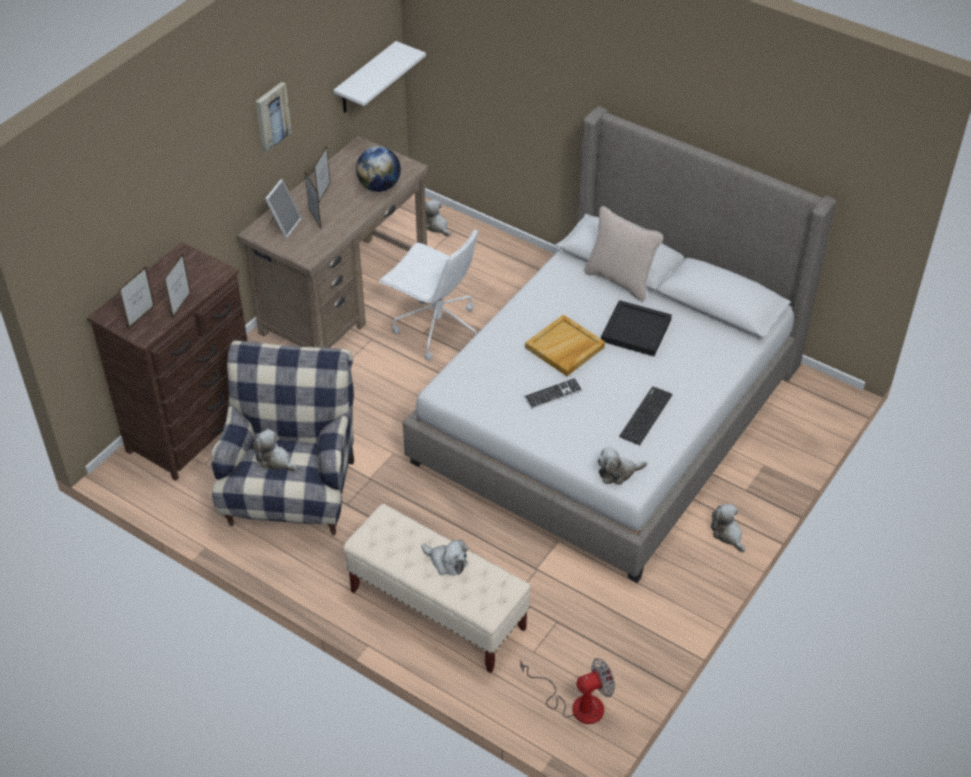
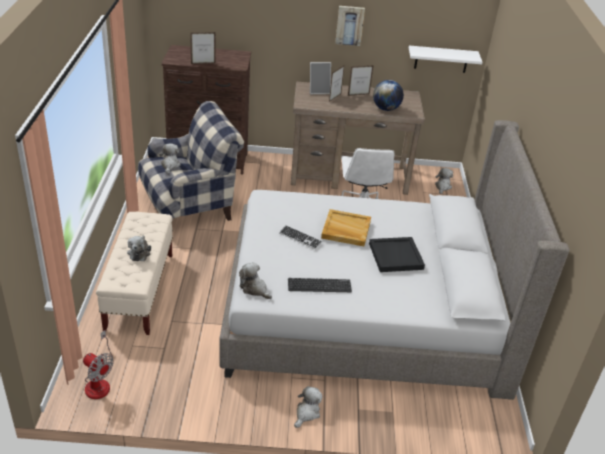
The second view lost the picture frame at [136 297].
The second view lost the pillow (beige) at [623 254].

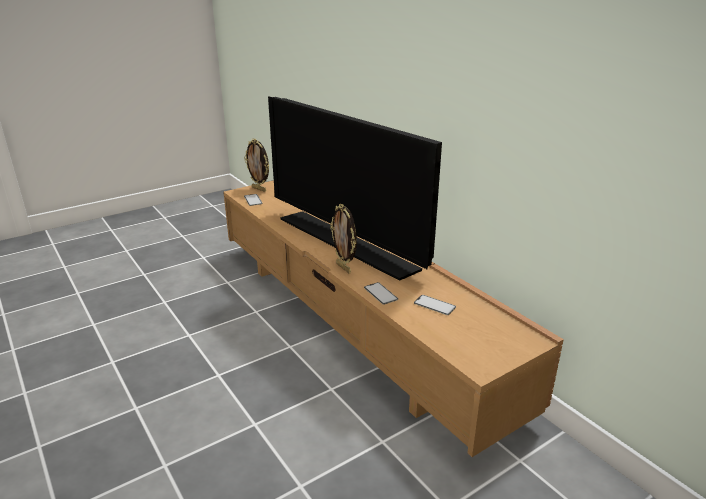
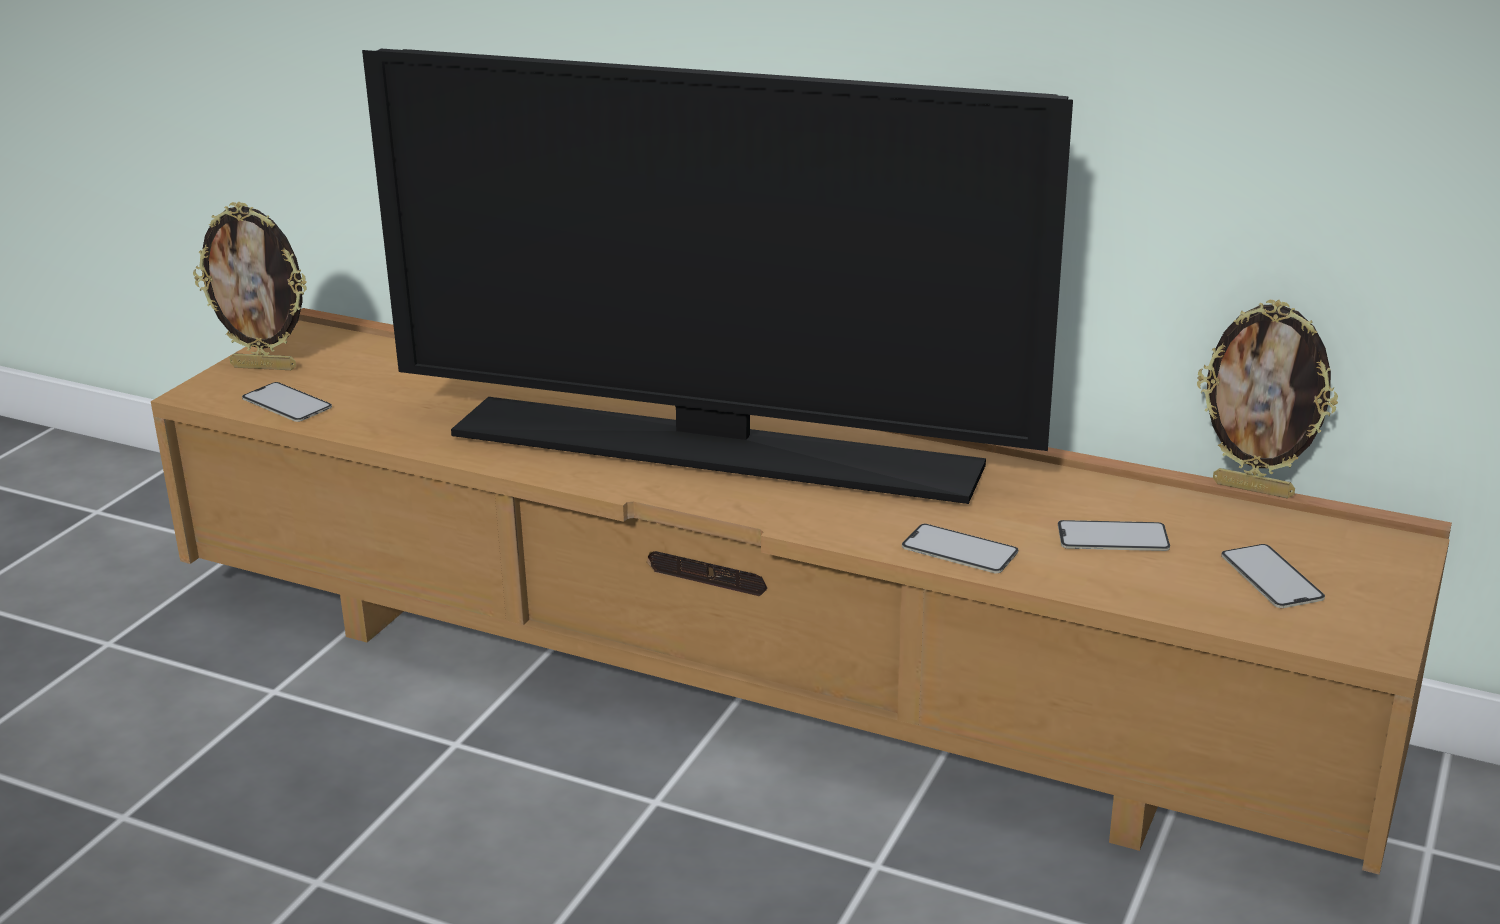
The picture frame ended up elsewhere, having gone from [343 239] to [1267 399].
The second view gained the phone at [1273 576].

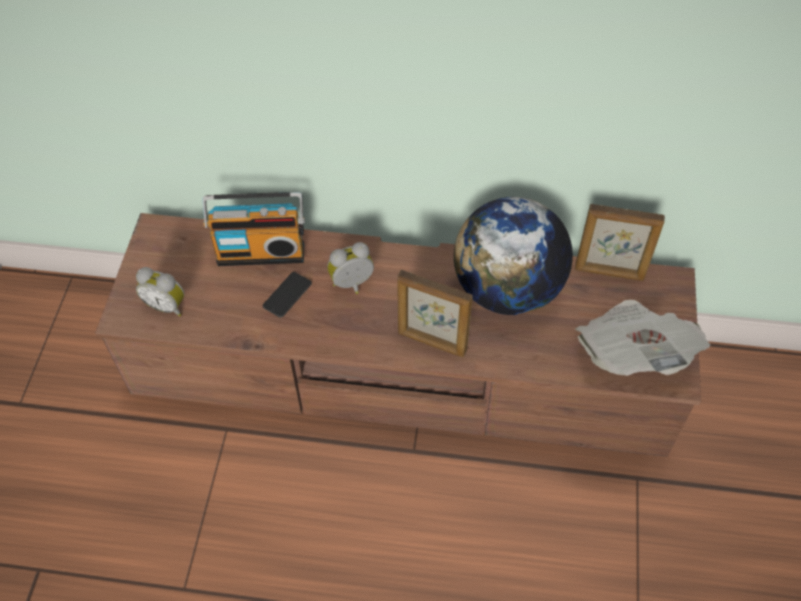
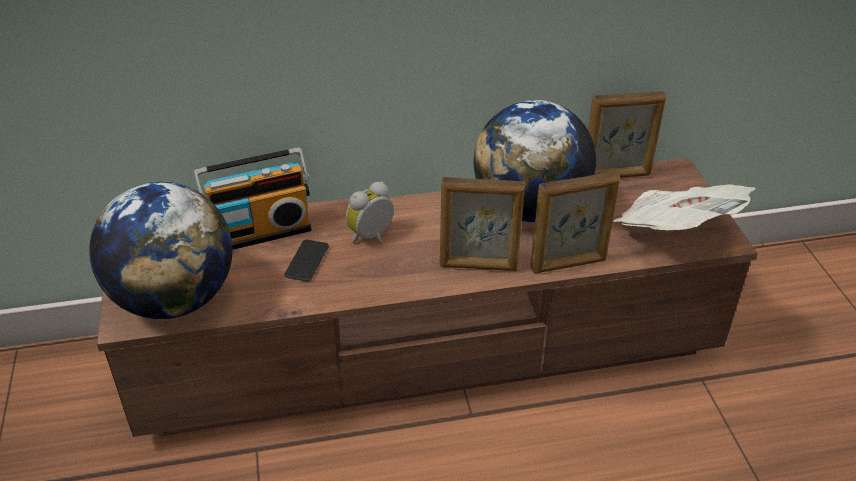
Where the alarm clock stood at [160 292], the globe came to stand at [160 250].
The second view gained the picture frame at [575 222].

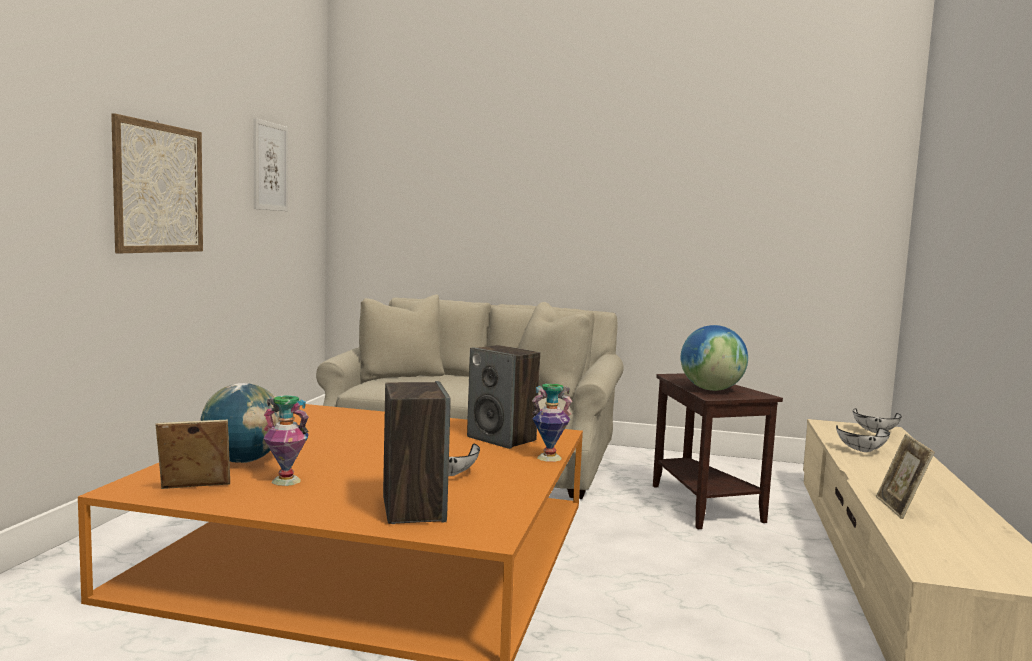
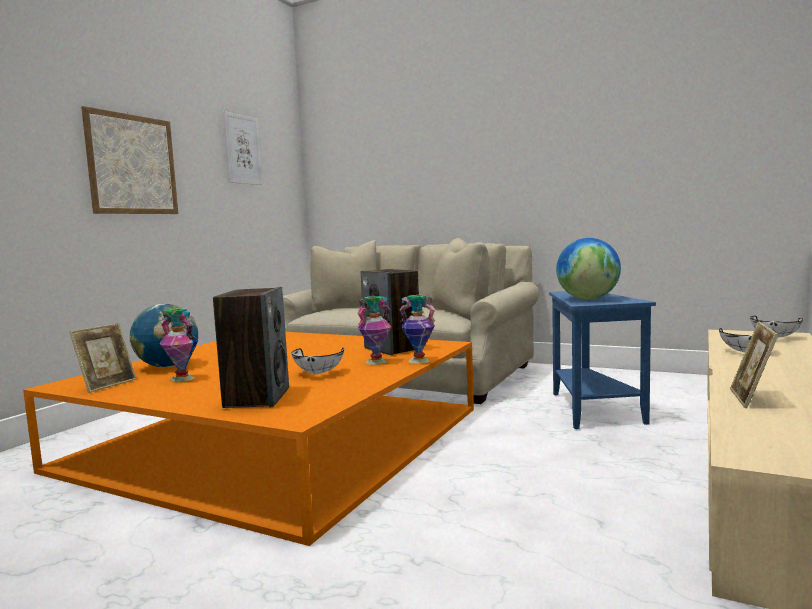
The picture frame at [193 454] ended up facing another way, 120 degrees clockwise from before.
The second view gained the vase at [375 330].
What was the side table (brown) at [718 451] turned into the side table (blue) at [602 360].

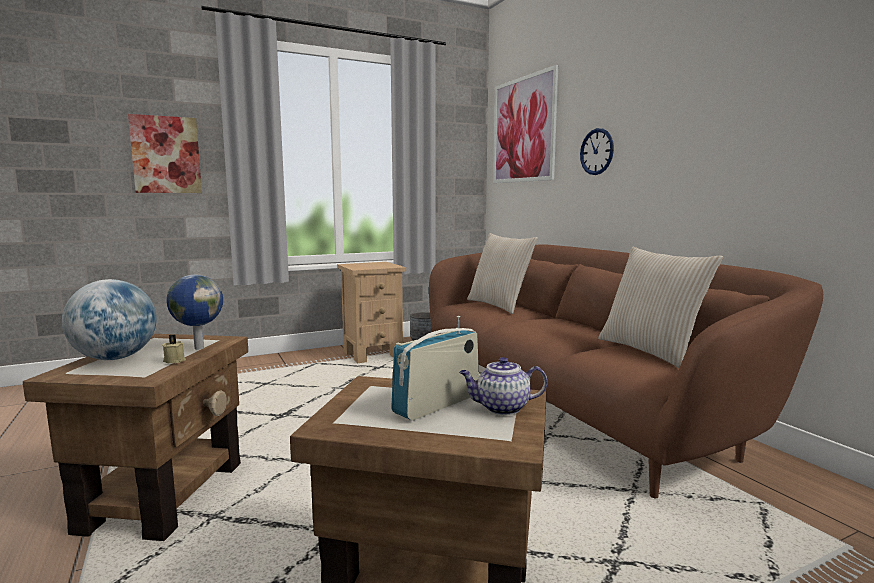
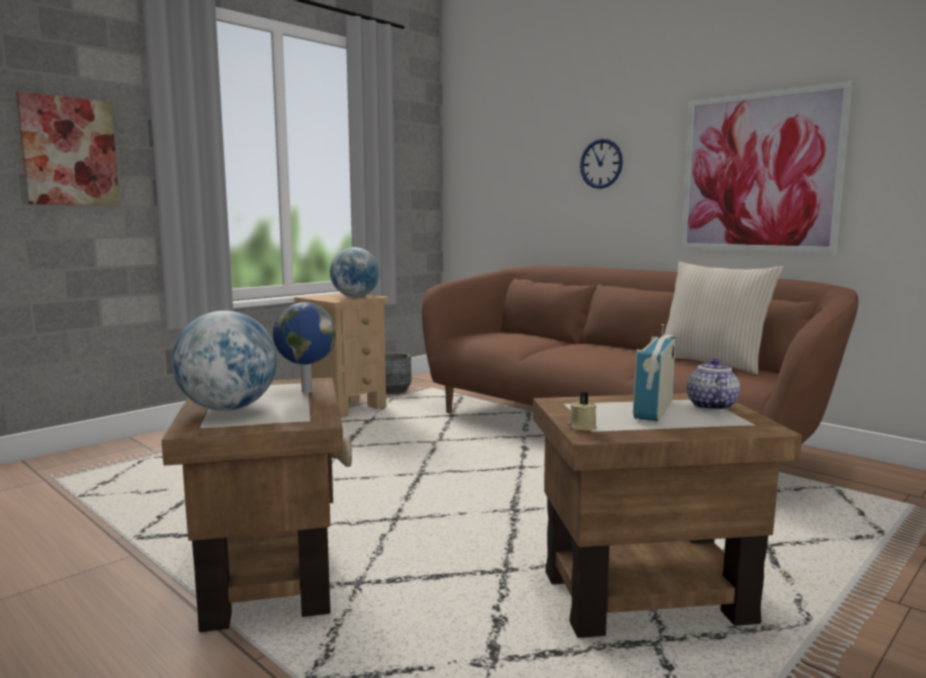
The second view gained the globe at [355 272].
The candle (beige) ended up elsewhere, having gone from [174 348] to [582 410].
The picture ended up elsewhere, having gone from [525 124] to [766 167].
The teapot at [503 386] ended up facing another way, 120 degrees clockwise from before.
The second view lost the pillow (beige) at [502 273].

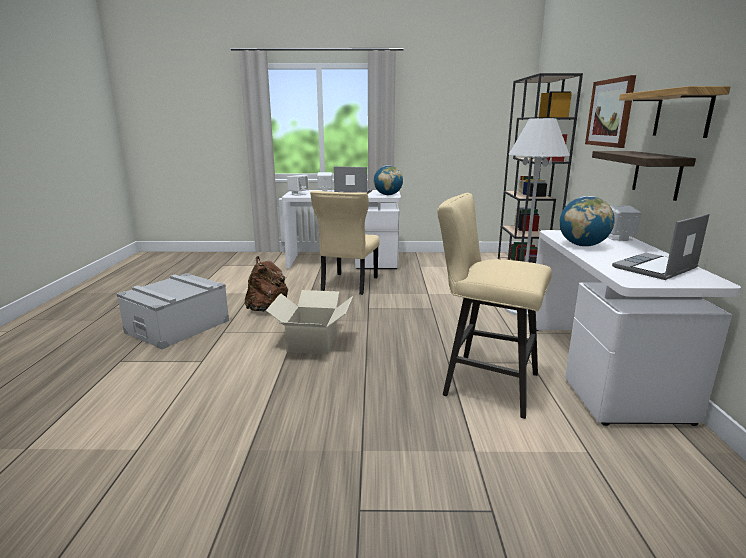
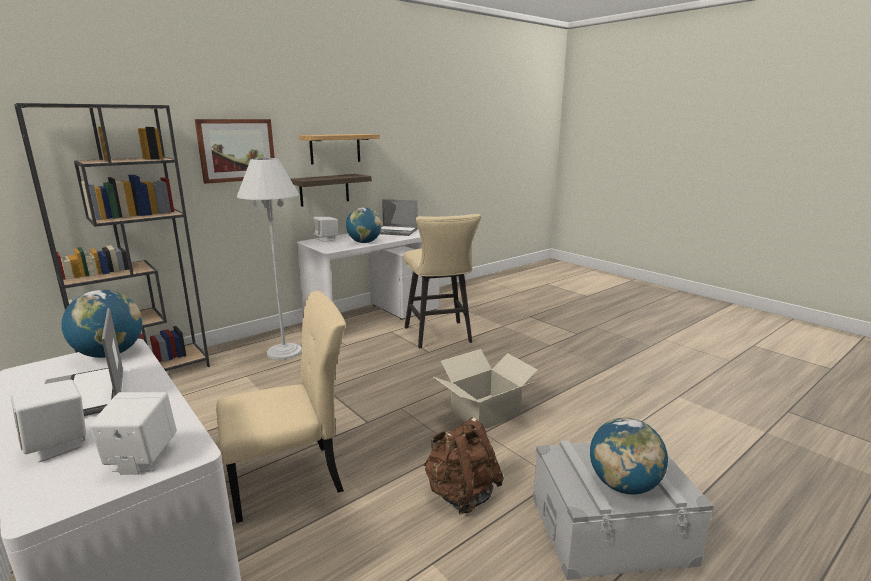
The second view gained the globe at [629 456].

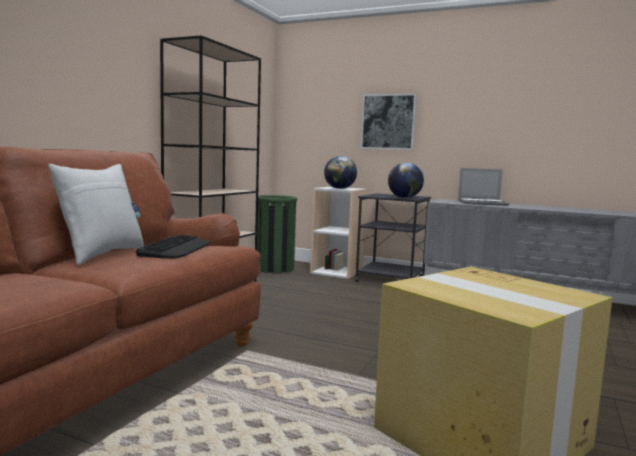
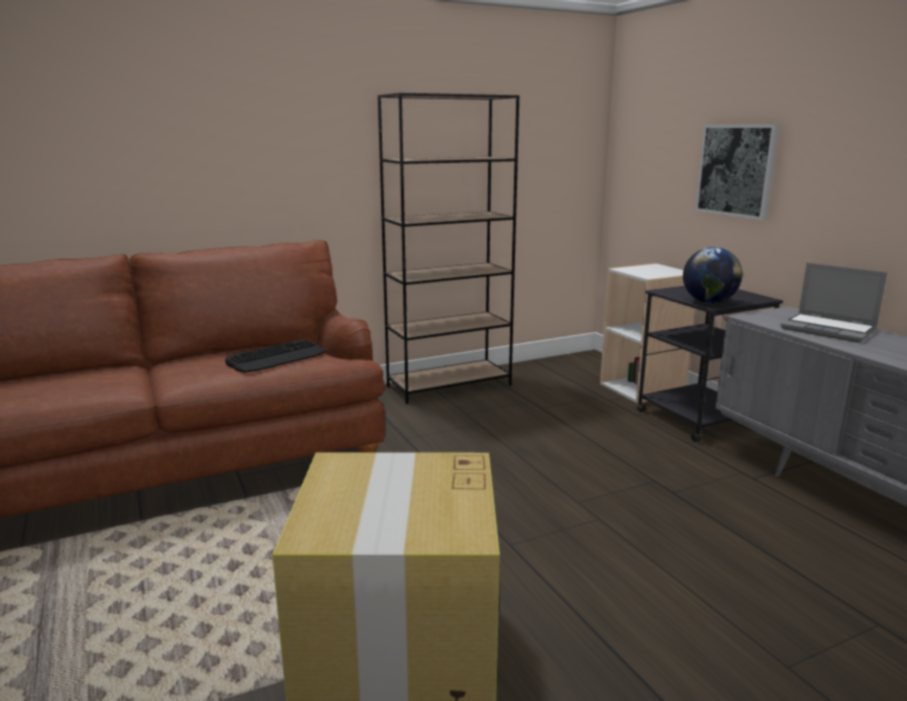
The second view lost the pillow (grey) at [96 214].
The second view lost the trash can (green) at [277 234].
The second view lost the globe at [340 172].

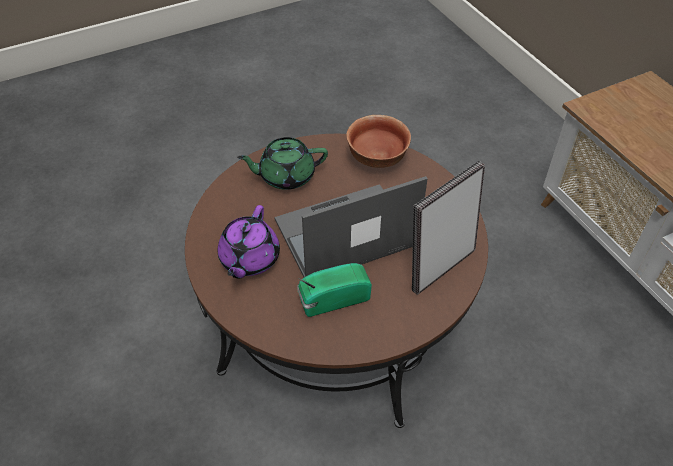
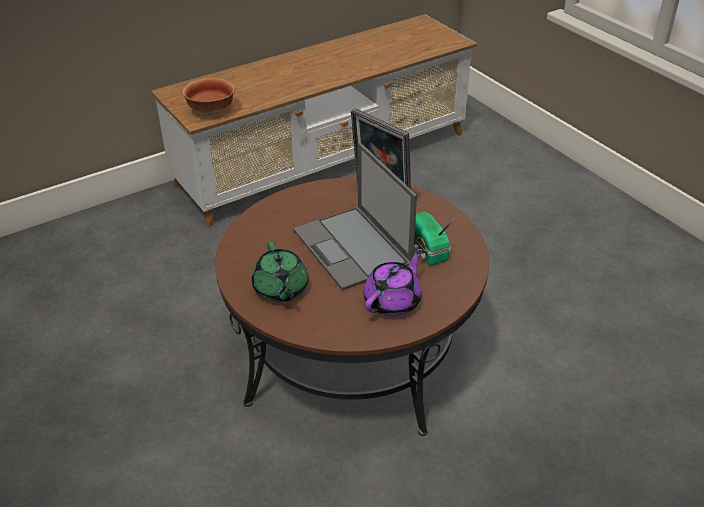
The bowl ended up elsewhere, having gone from [378 141] to [209 96].
The teapot (purple) at [249 241] ended up facing another way, 60 degrees counterclockwise from before.

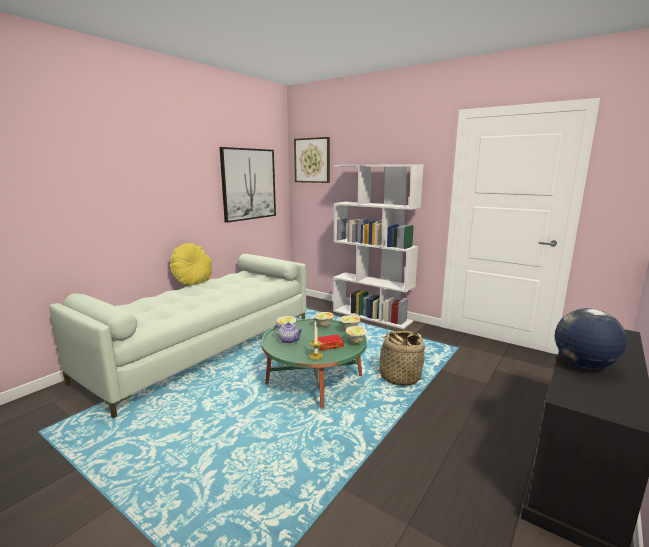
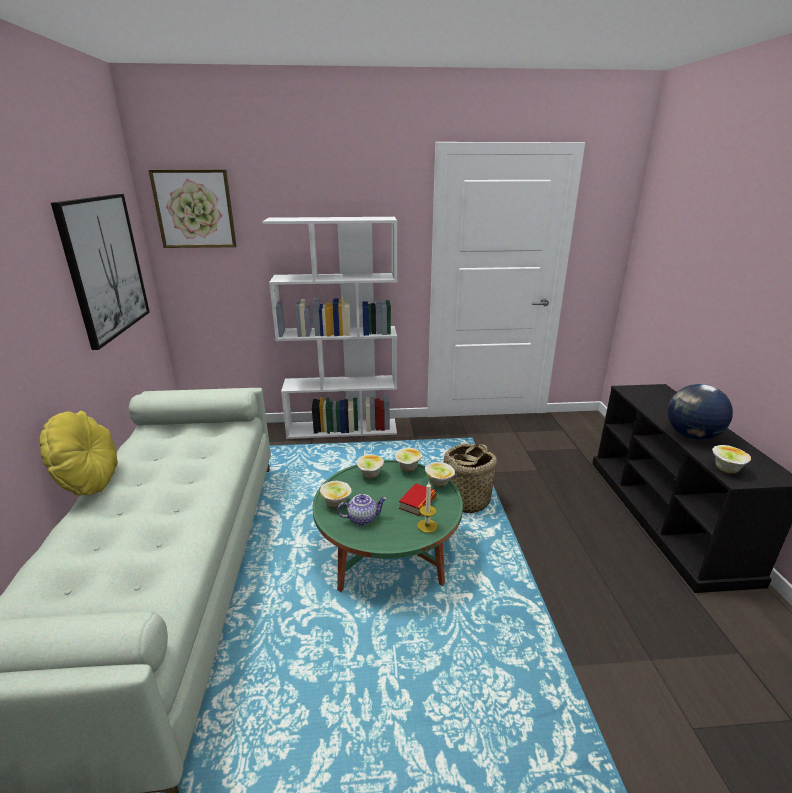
The second view gained the bowl at [731 459].

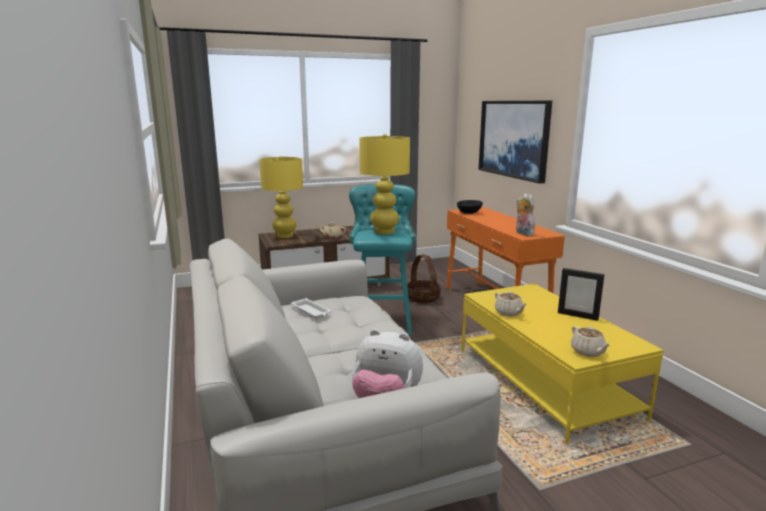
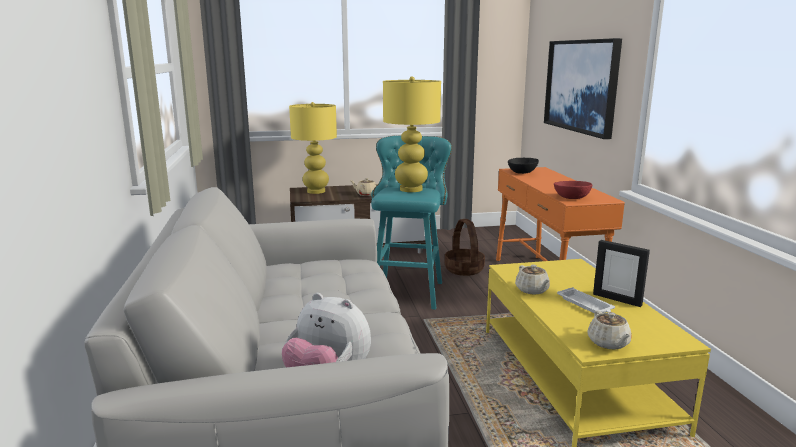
Where the plush toy stood at [525 214], the bowl (red) came to stand at [573 190].
The tray (white) ended up elsewhere, having gone from [311 308] to [586 300].

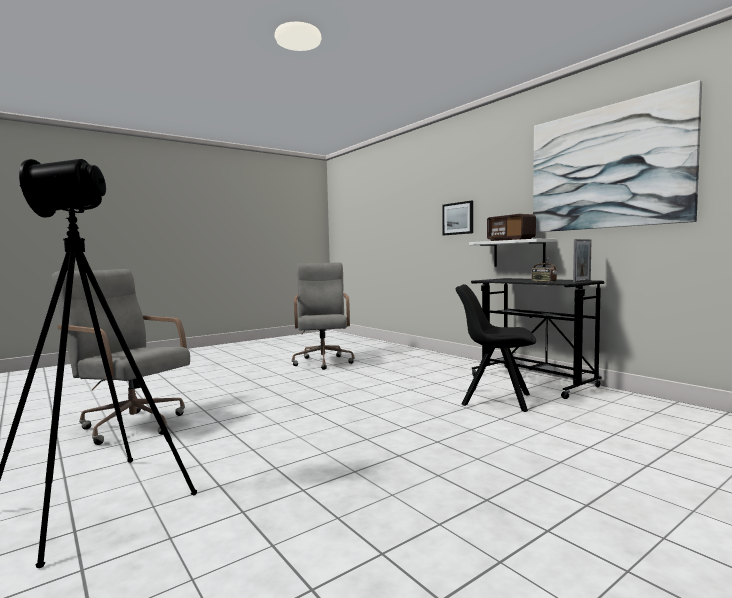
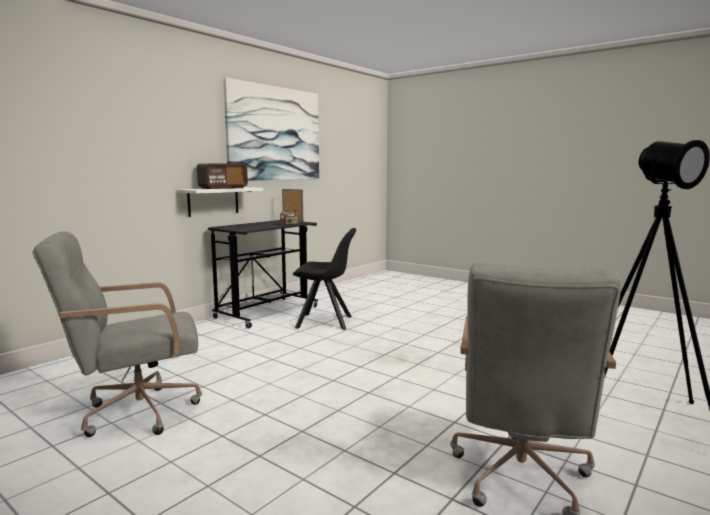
The chair (black) at [496 348] ended up facing another way, 90 degrees counterclockwise from before.
The second view lost the picture at [457 218].

